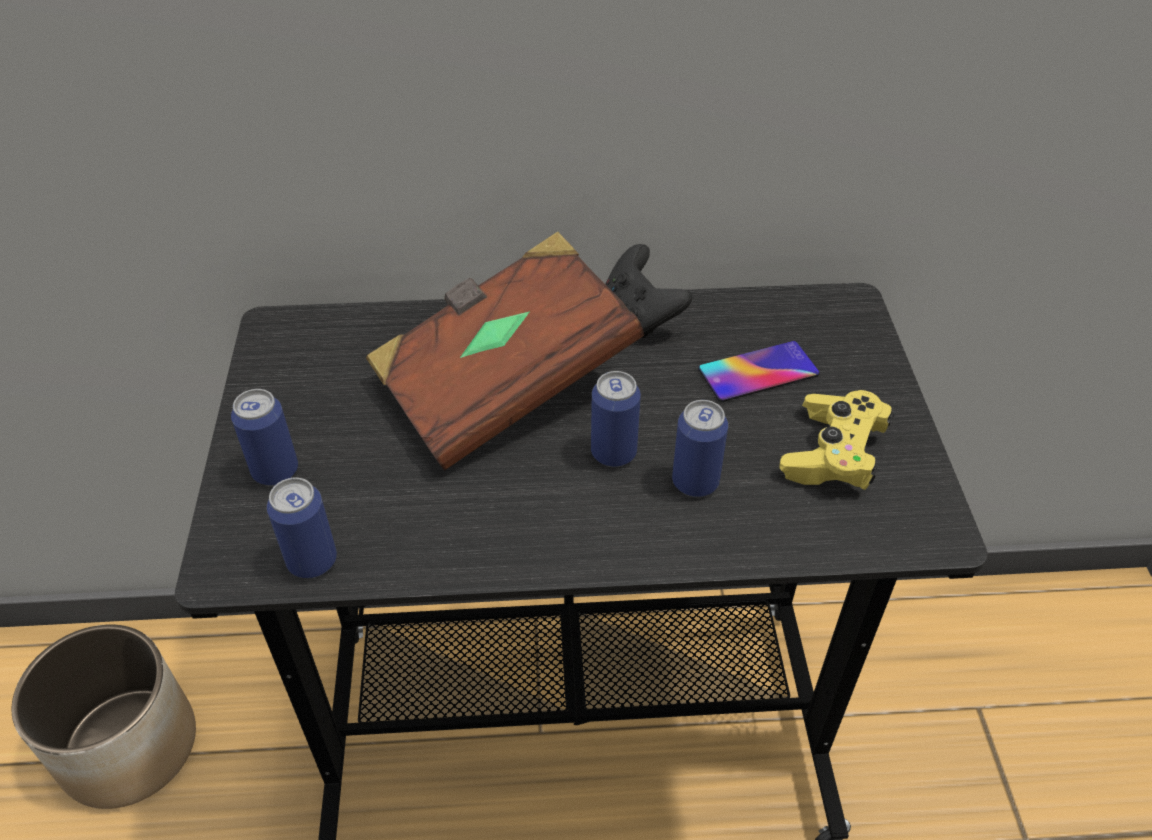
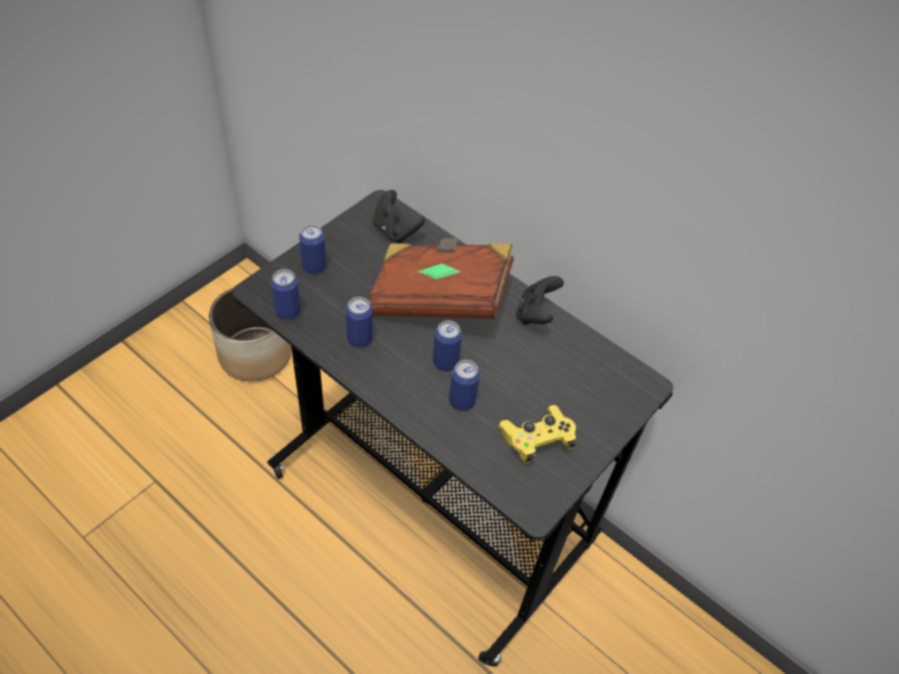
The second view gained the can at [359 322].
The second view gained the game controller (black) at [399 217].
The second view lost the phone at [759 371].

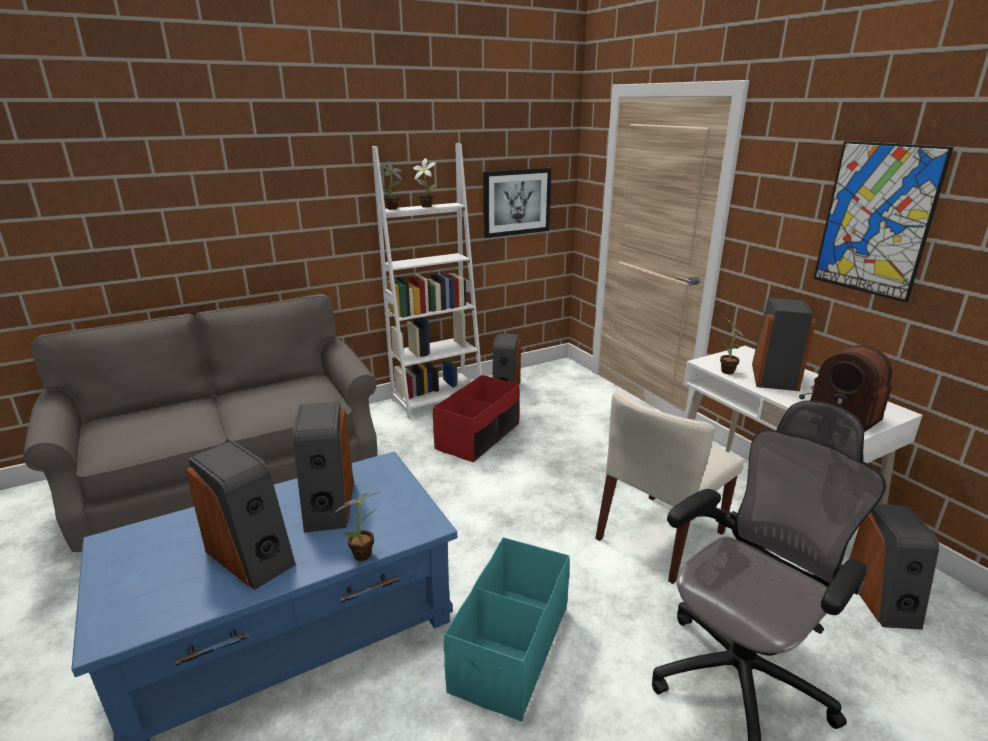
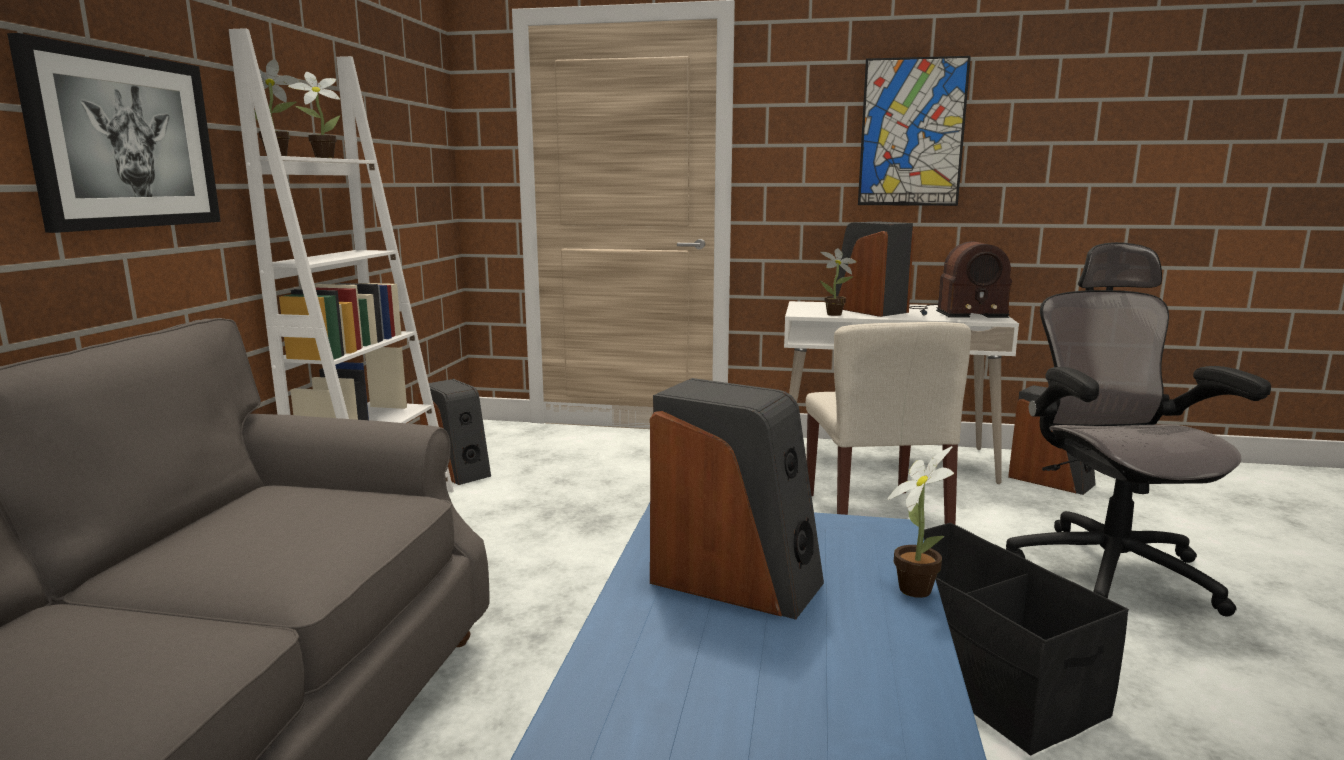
The picture ended up elsewhere, having gone from [517 203] to [114 133].
What was the storage box (turquoise) at [507 629] turned into the storage box (black) at [1026 639].
The second view lost the speaker at [241 515].
The second view lost the storage box (red) at [476 418].

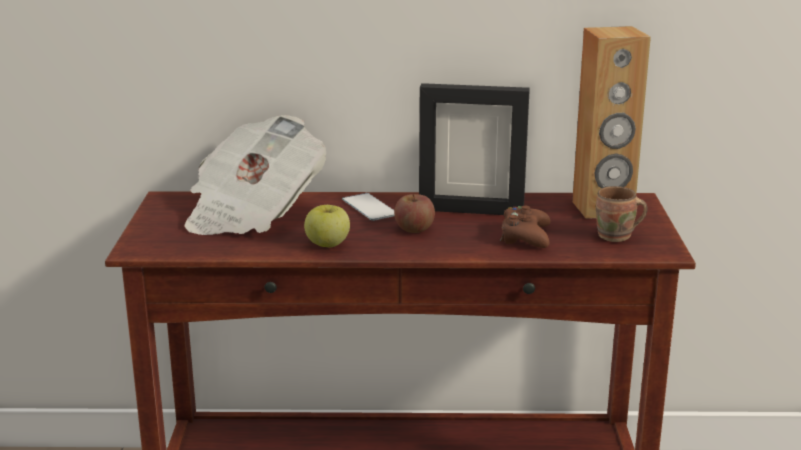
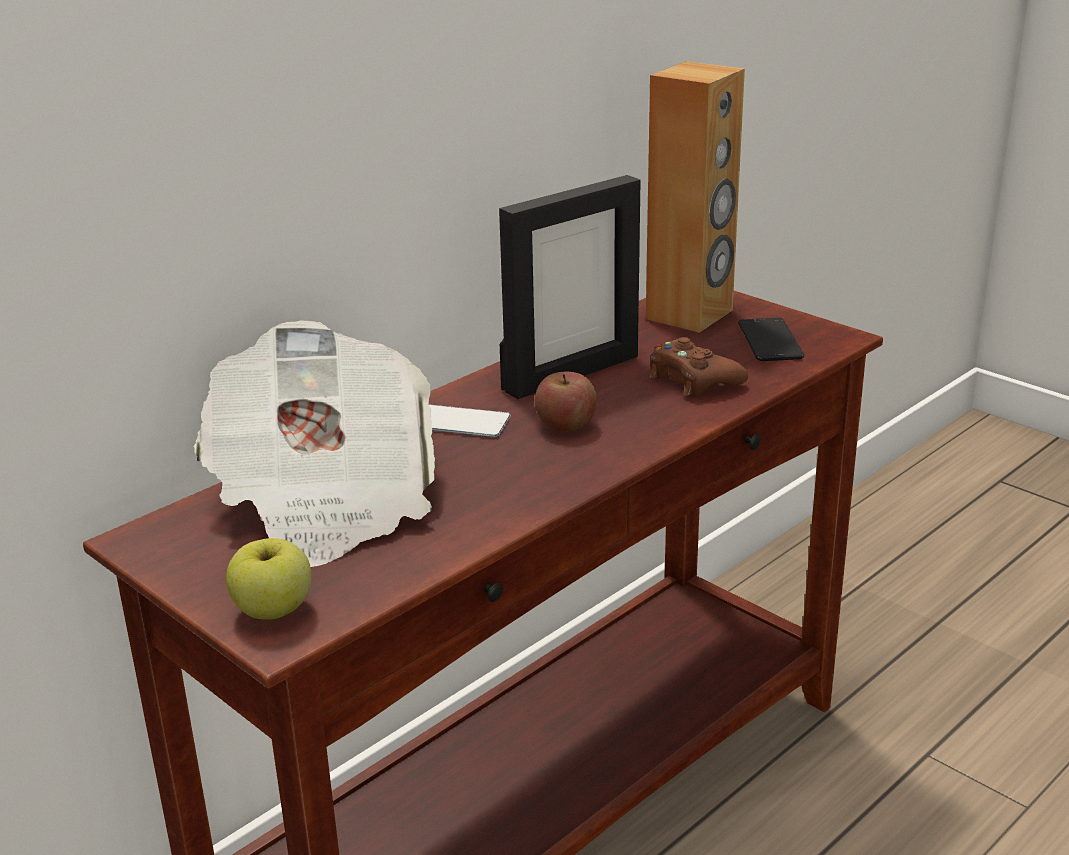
The apple ended up elsewhere, having gone from [327 226] to [268 579].
Where the mug (brown) stood at [622 214], the phone came to stand at [771 339].

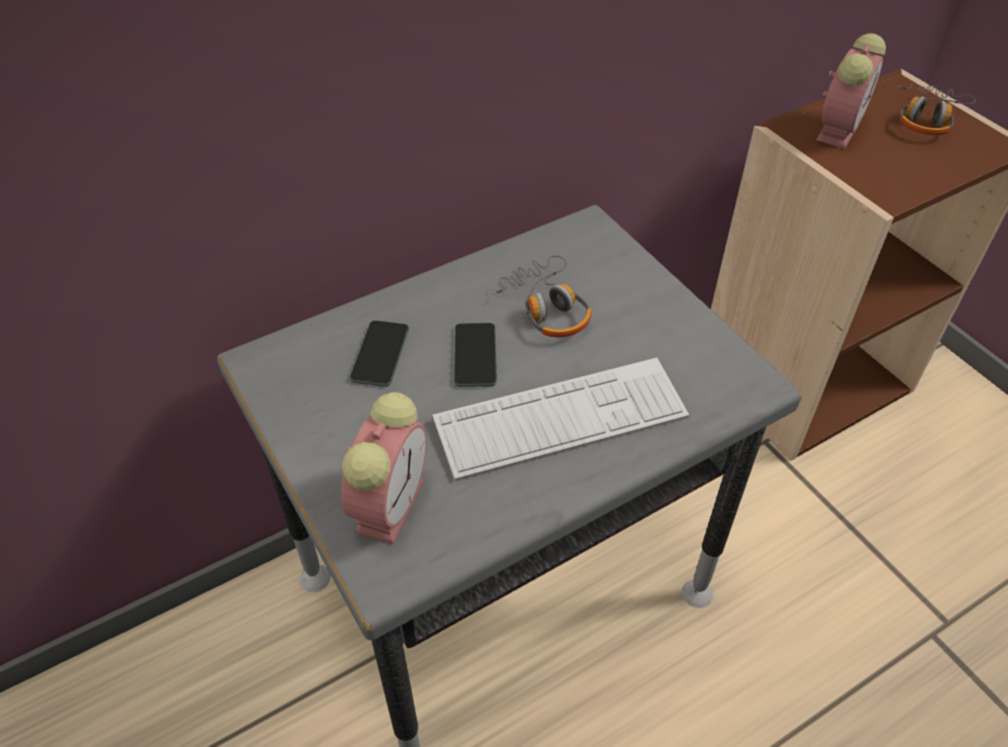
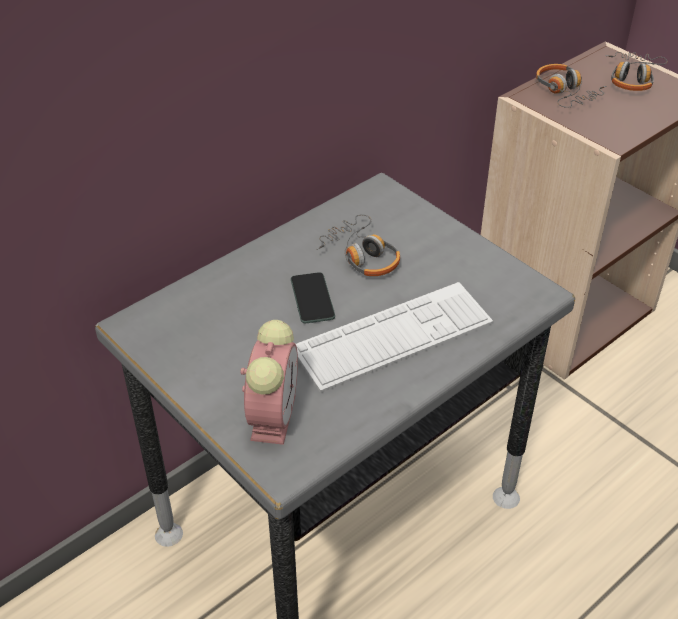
Where the alarm clock stood at [851 91], the headphones came to stand at [571 86].
The second view lost the phone at [379 354].

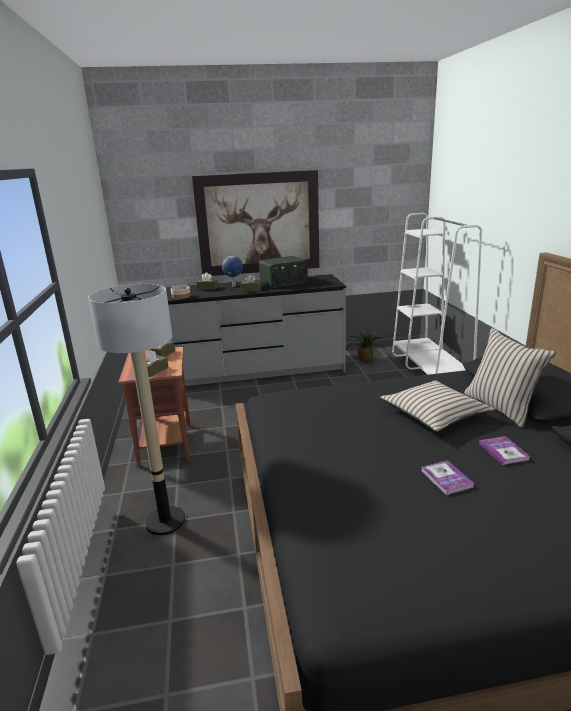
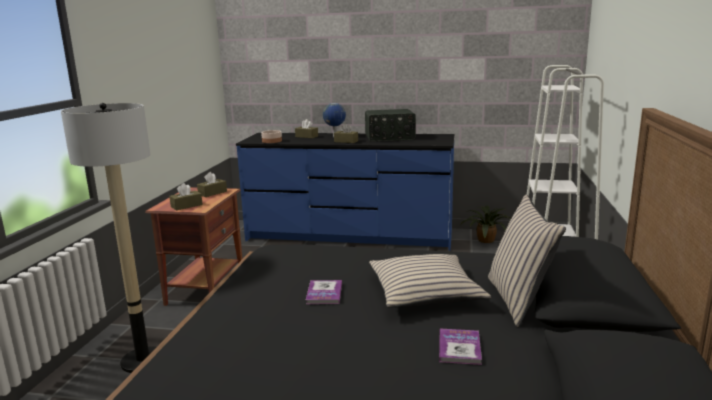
What was the dresser (grey) at [255 330] turned into the dresser (blue) at [345 192].
The book ended up elsewhere, having gone from [448 477] to [324 292].
The second view lost the picture at [255 223].

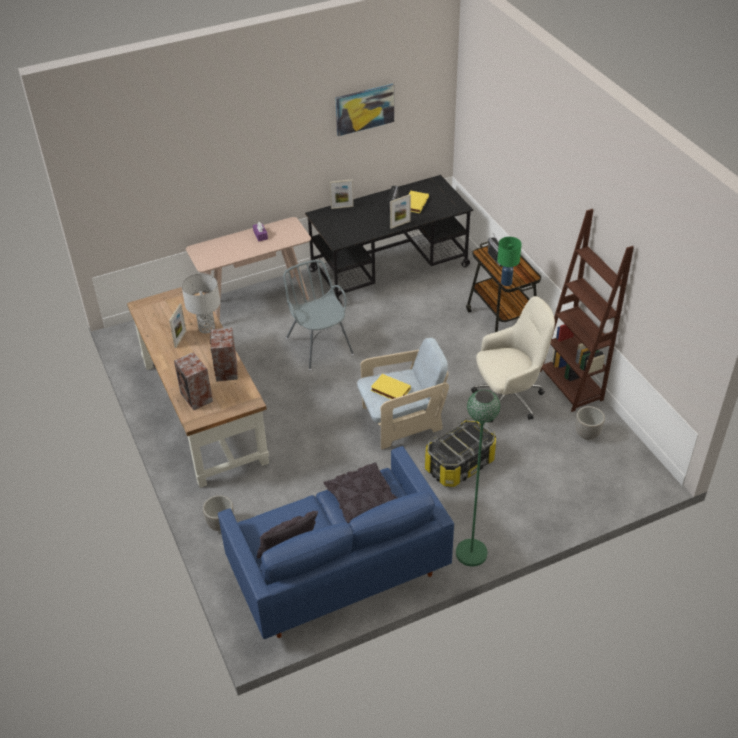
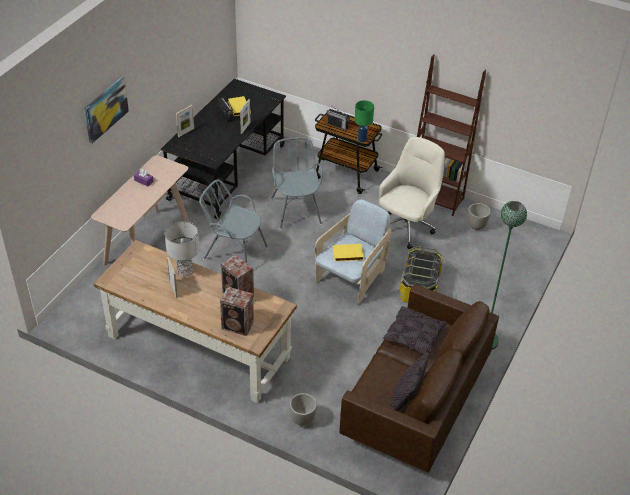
The picture ended up elsewhere, having gone from [364 110] to [106 110].
The second view gained the chair (grey) at [297 183].
What was the sofa (blue) at [336 542] turned into the sofa (brown) at [419 378].

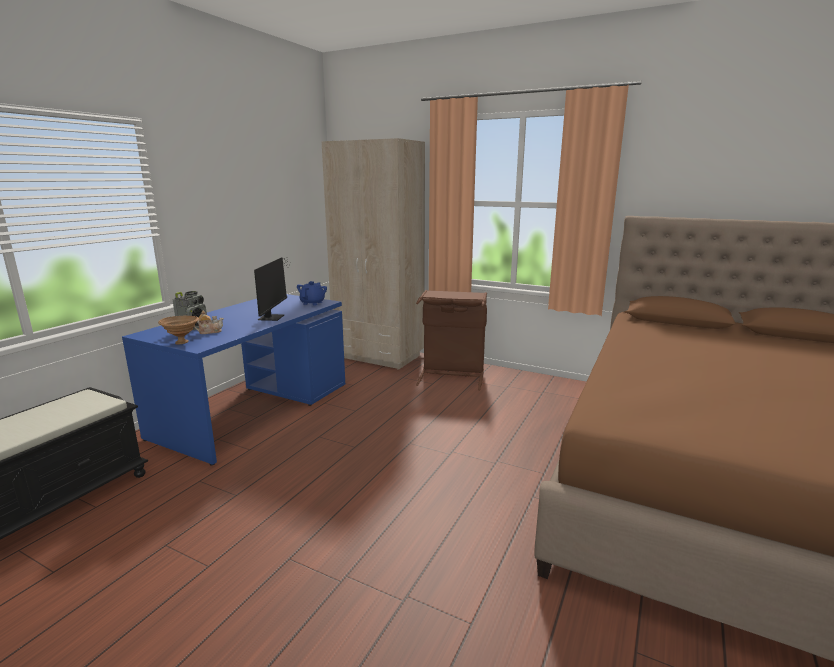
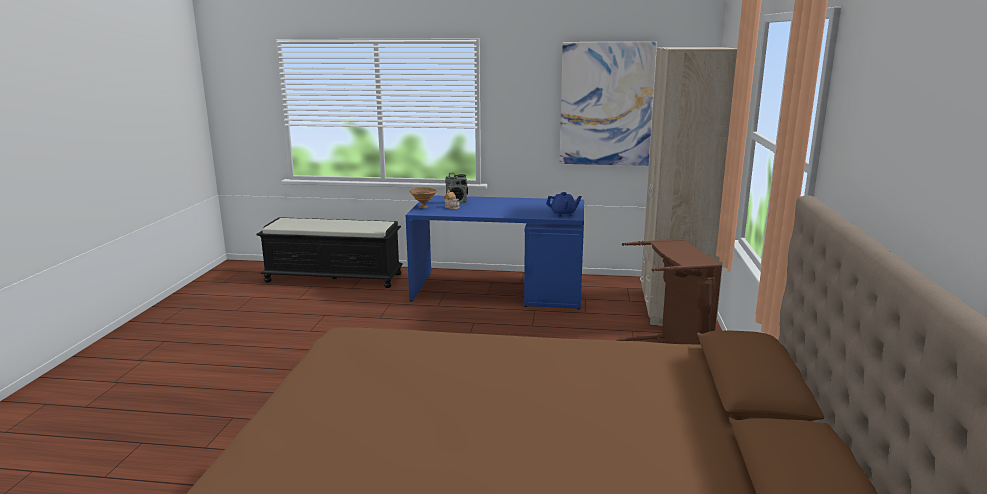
The second view gained the picture at [608 104].
The second view lost the monitor at [272 289].

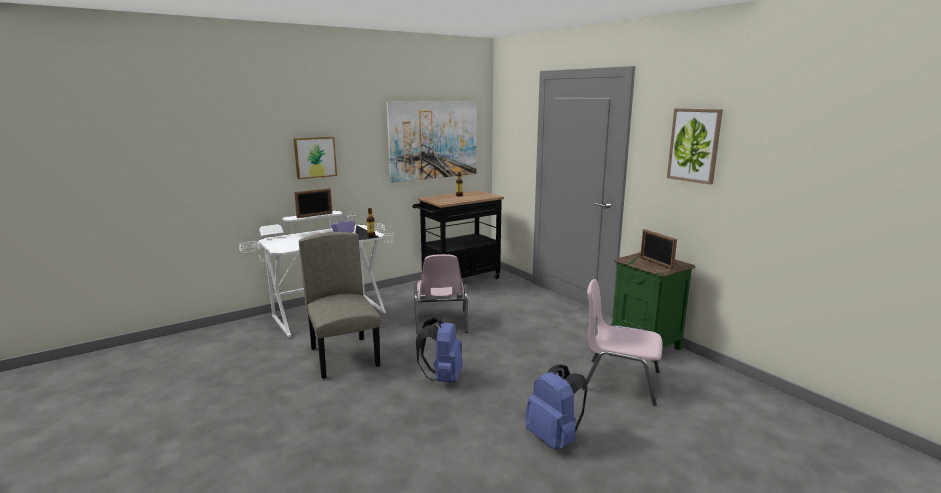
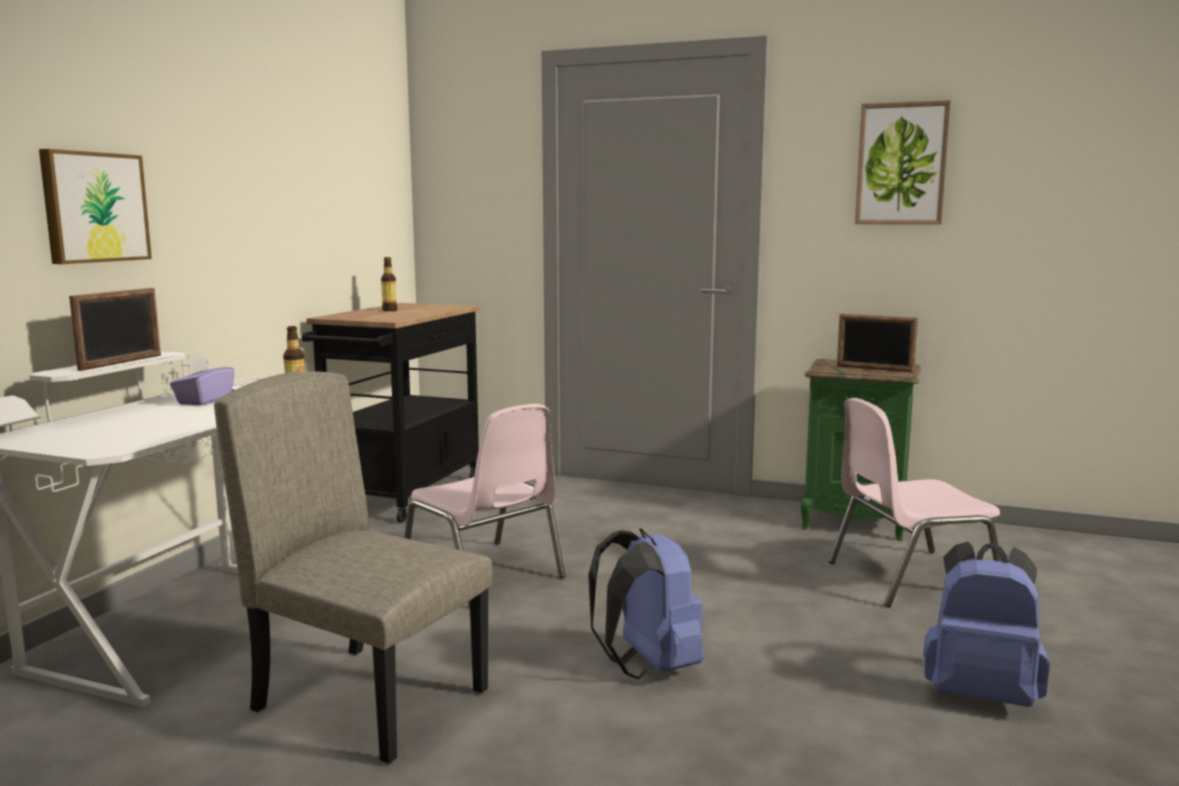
The second view lost the picture at [431 141].

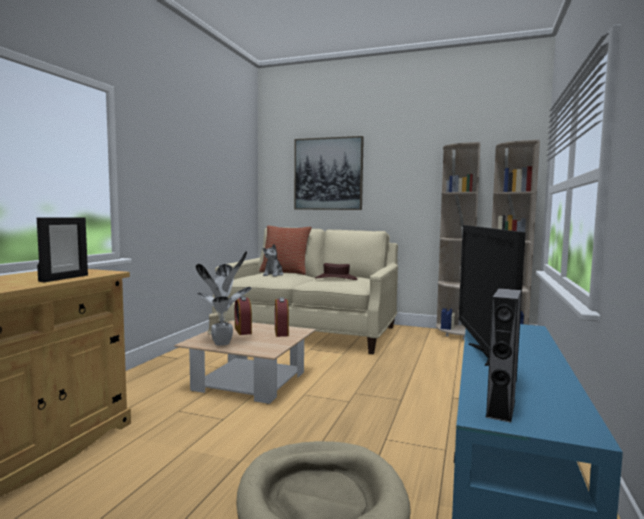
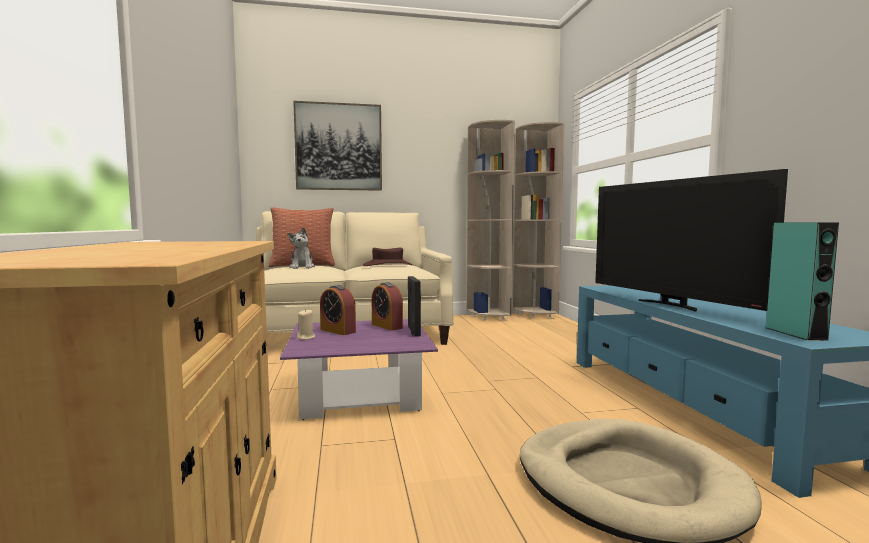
What was the coffee table (beige) at [245 362] turned into the coffee table (purple) at [359 369].
The picture frame ended up elsewhere, having gone from [62 249] to [414 306].
What was the speaker (grey) at [503 355] turned into the speaker (turquoise) at [802 281].
The second view lost the potted plant at [223 298].

